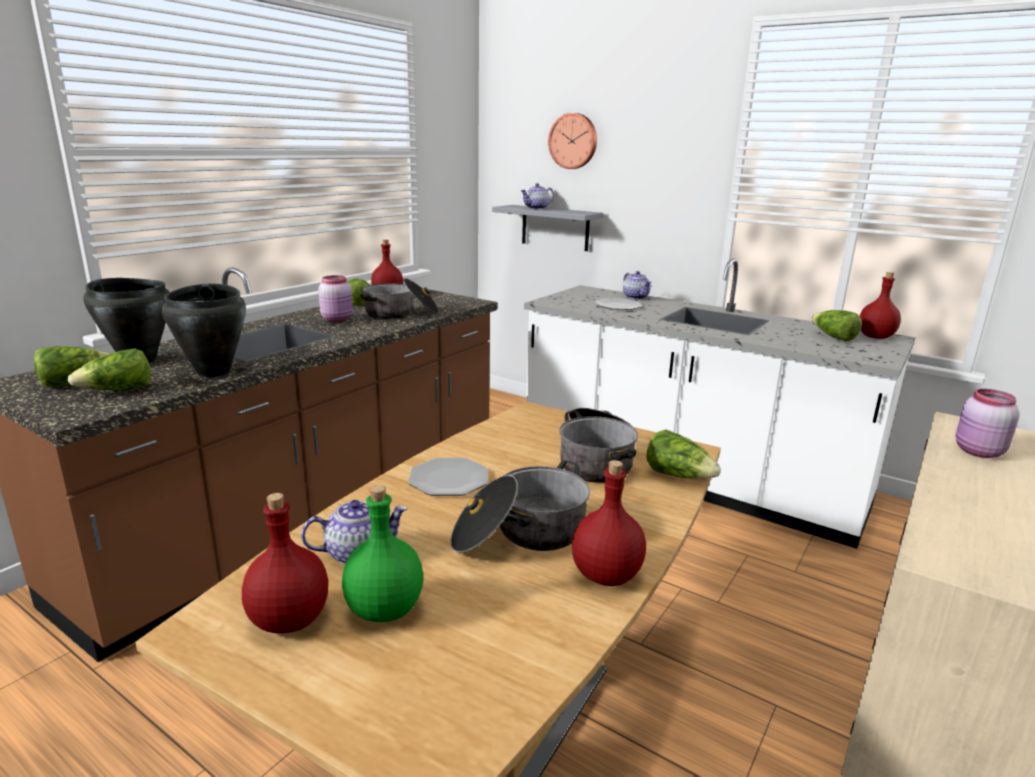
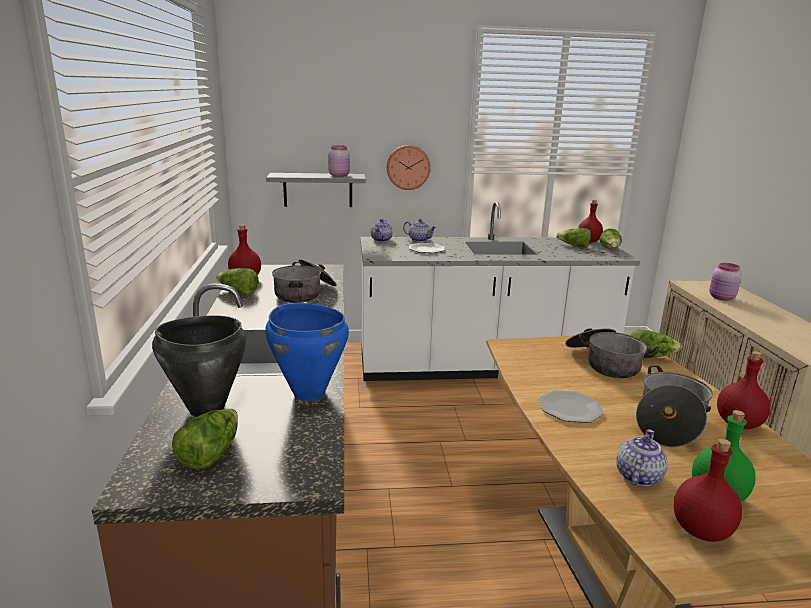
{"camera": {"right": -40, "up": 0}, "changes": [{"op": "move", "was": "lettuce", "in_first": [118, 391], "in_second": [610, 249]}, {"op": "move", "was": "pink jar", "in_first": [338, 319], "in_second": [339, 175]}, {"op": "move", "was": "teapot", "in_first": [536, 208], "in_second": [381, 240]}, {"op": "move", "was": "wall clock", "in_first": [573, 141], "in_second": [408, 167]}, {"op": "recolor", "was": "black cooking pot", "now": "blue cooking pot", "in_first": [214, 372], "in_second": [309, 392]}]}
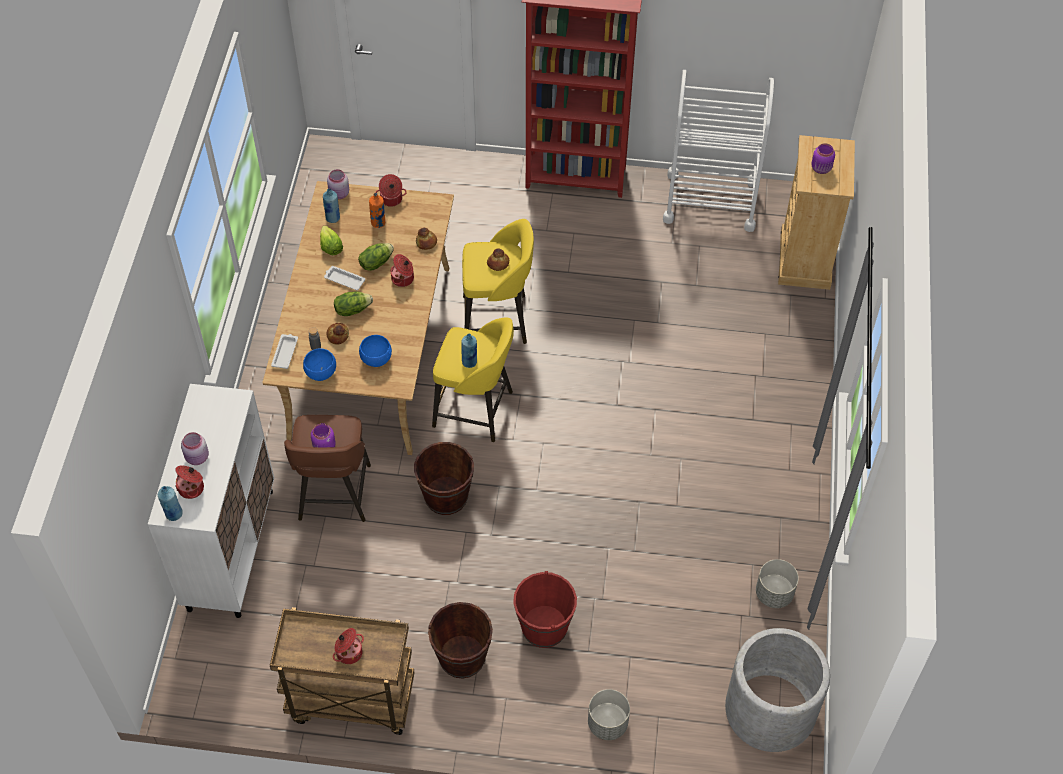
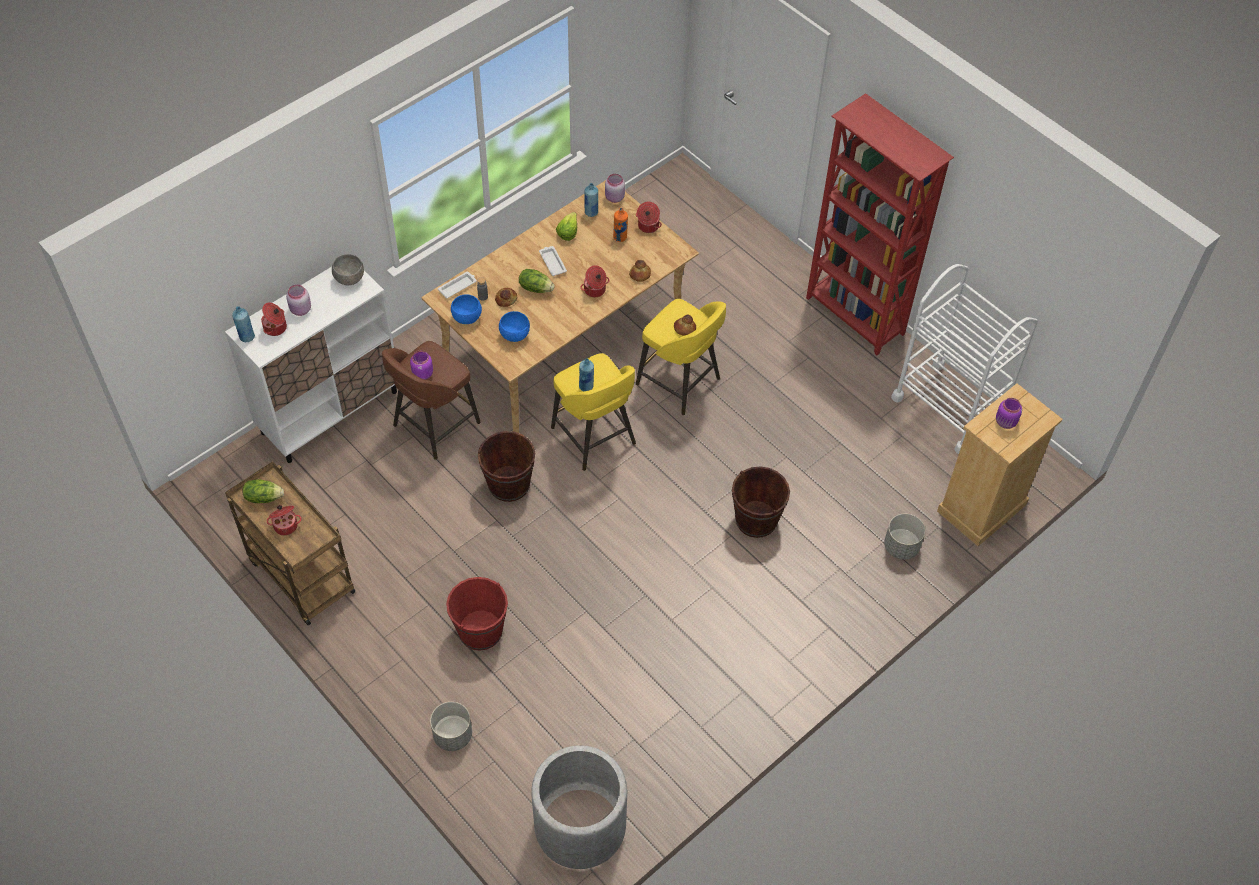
{"camera": {"right": 40, "up": 0}, "changes": [{"op": "insert", "now": "grey bowl", "in_second": [349, 279]}, {"op": "move", "was": "lettuce", "in_first": [376, 262], "in_second": [263, 497]}, {"op": "move", "was": "brown bucket", "in_first": [462, 657], "in_second": [756, 520]}, {"op": "move", "was": "grey planter", "in_first": [774, 594], "in_second": [901, 547]}]}
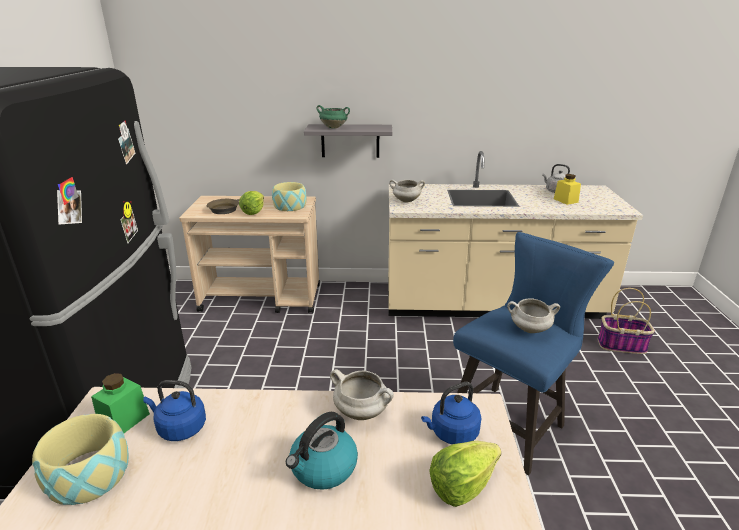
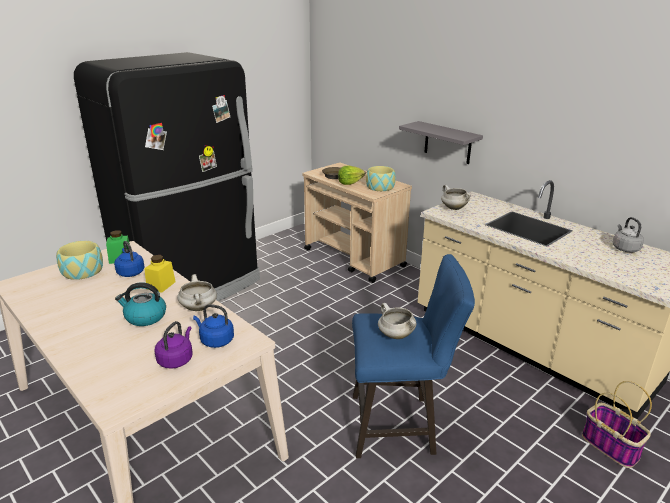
{"camera": {"right": 45, "up": 0}, "changes": [{"op": "delete", "was": "green cooking pot", "in_first": [334, 127]}, {"op": "move", "was": "yellow jar", "in_first": [565, 200], "in_second": [161, 285]}, {"op": "replace", "was": "lettuce", "now": "purple kettle", "in_first": [462, 485], "in_second": [176, 359]}]}
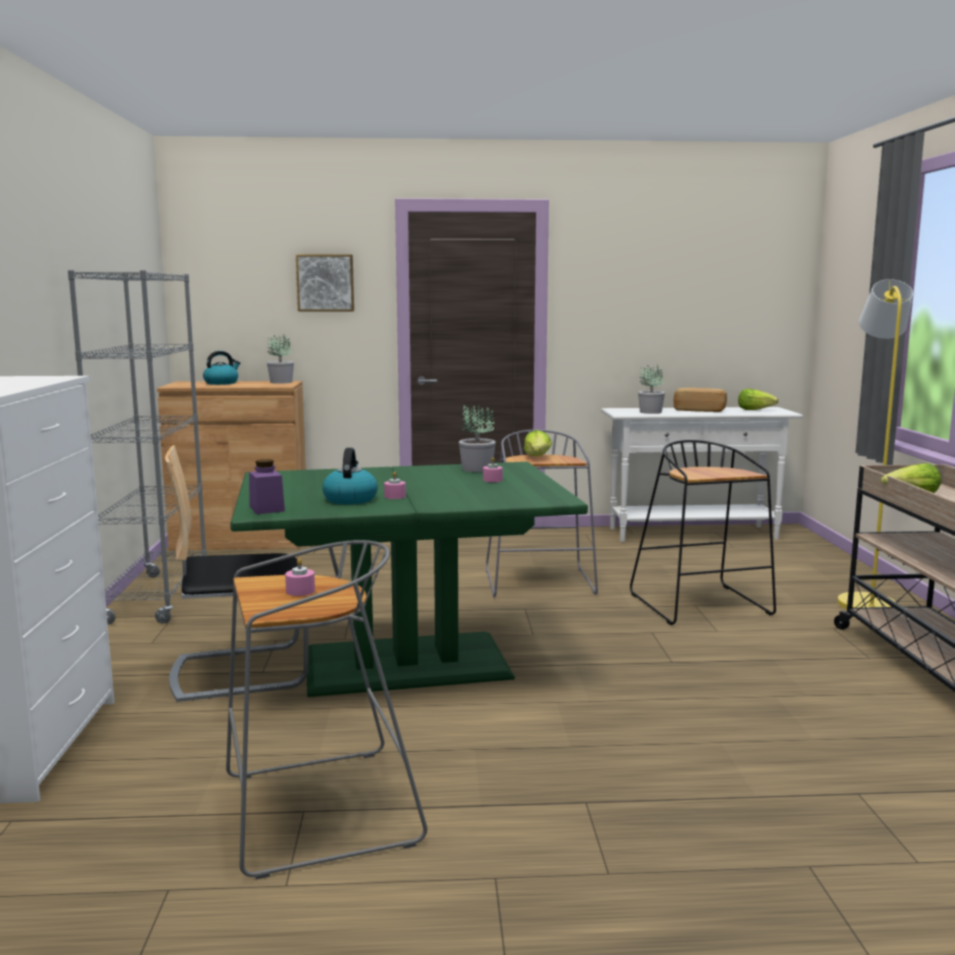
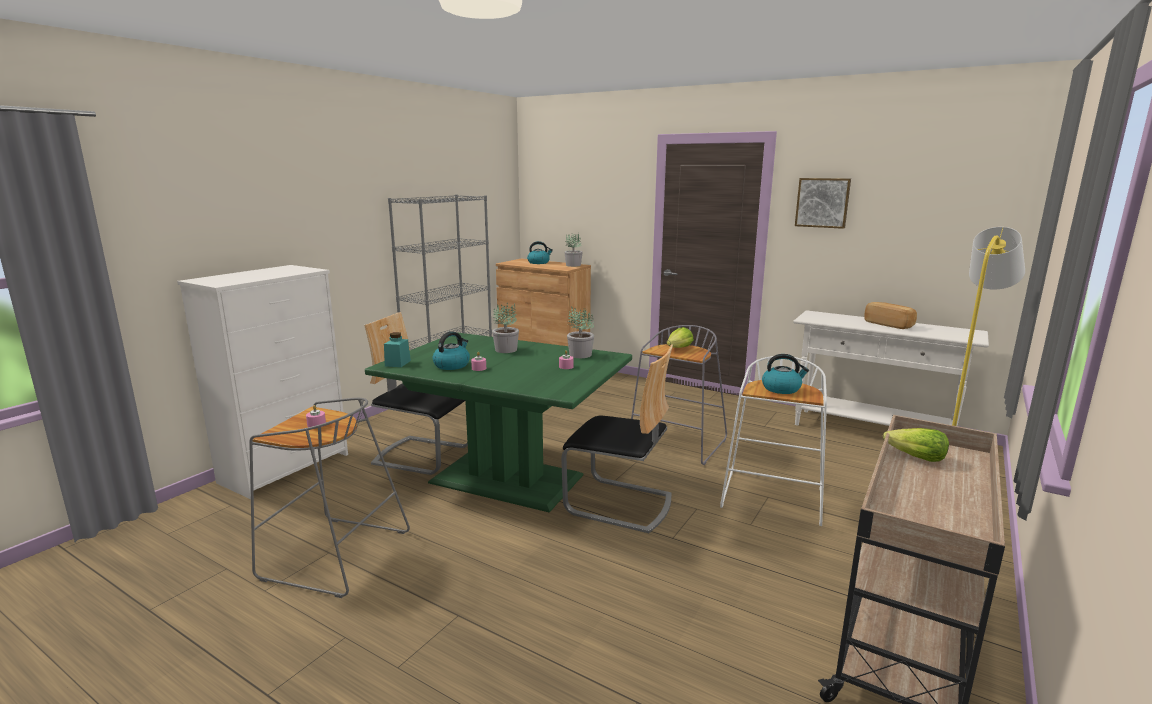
{"camera": {"right": 35, "up": 5}, "changes": [{"op": "delete", "was": "lettuce", "in_first": [755, 410]}, {"op": "insert", "now": "chair", "in_second": [619, 504]}, {"op": "insert", "now": "kettle", "in_second": [782, 389]}, {"op": "move", "was": "picture", "in_first": [325, 283], "in_second": [822, 202]}, {"op": "move", "was": "potted plant", "in_first": [650, 412], "in_second": [506, 350]}, {"op": "recolor", "was": "purple jar", "now": "turquoise jar", "in_first": [267, 509], "in_second": [397, 363]}, {"op": "recolor", "was": "black stool", "now": "white stool", "in_first": [702, 605], "in_second": [773, 499]}]}
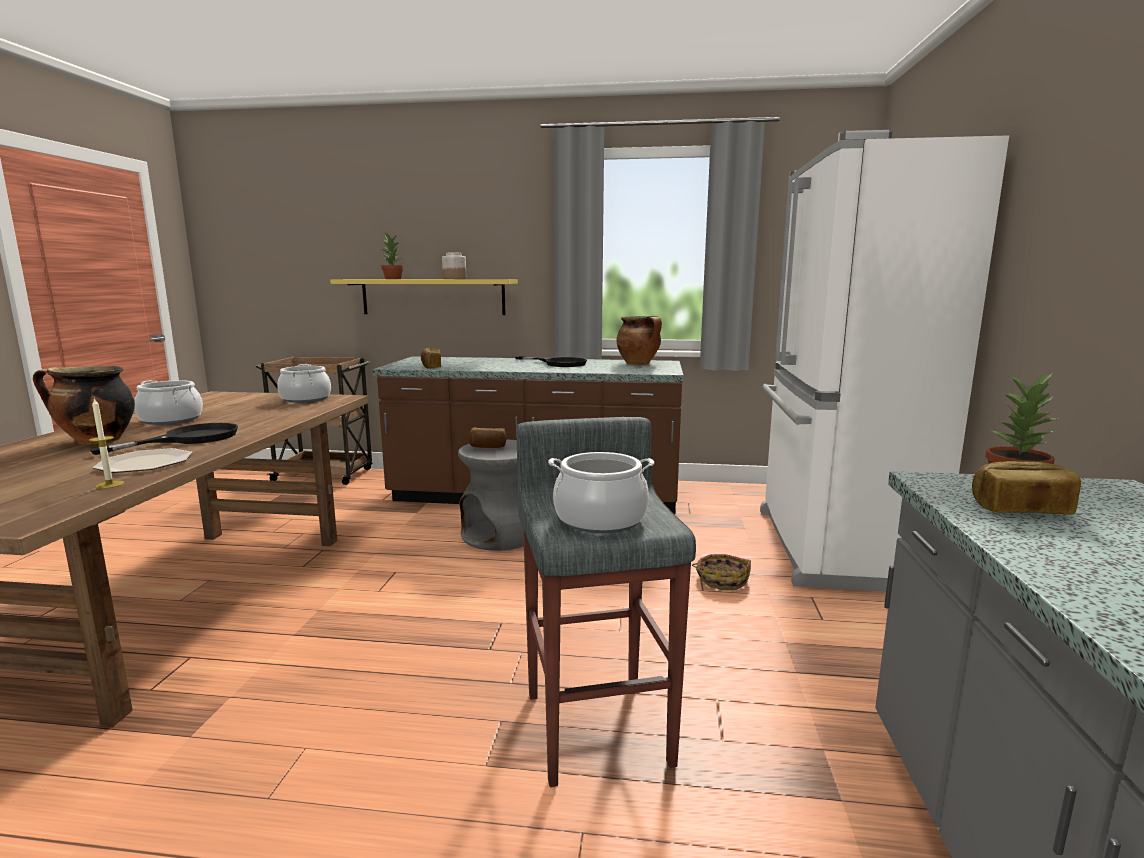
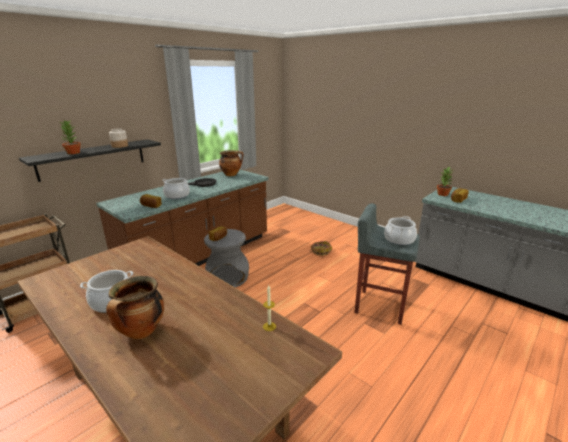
{"camera": {"right": -55, "up": 10}, "changes": [{"op": "delete", "was": "black frying pan", "in_first": [189, 439]}, {"op": "delete", "was": "plate", "in_first": [146, 463]}, {"op": "delete", "was": "white fridge", "in_first": [832, 548]}, {"op": "move", "was": "cooking pot", "in_first": [305, 399], "in_second": [177, 196]}, {"op": "recolor", "was": "yellow shelf", "now": "black shelf", "in_first": [433, 297], "in_second": [93, 159]}]}
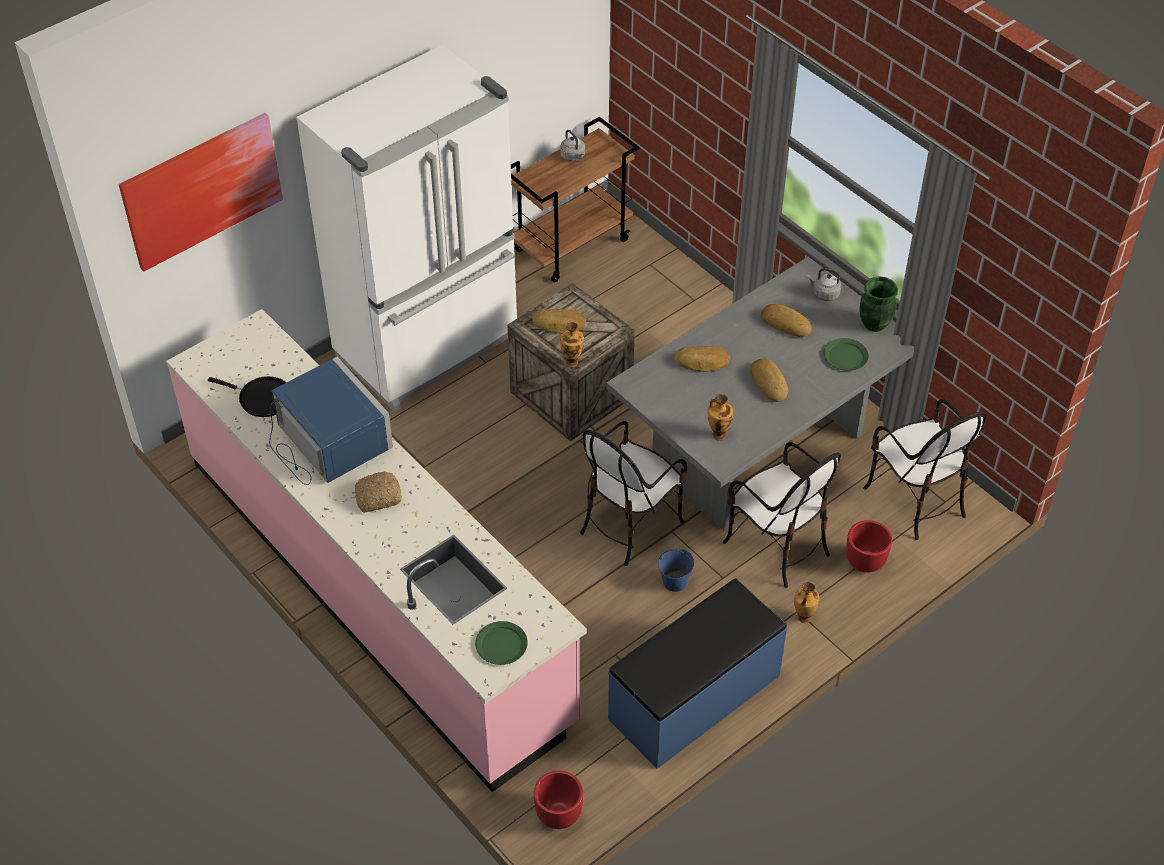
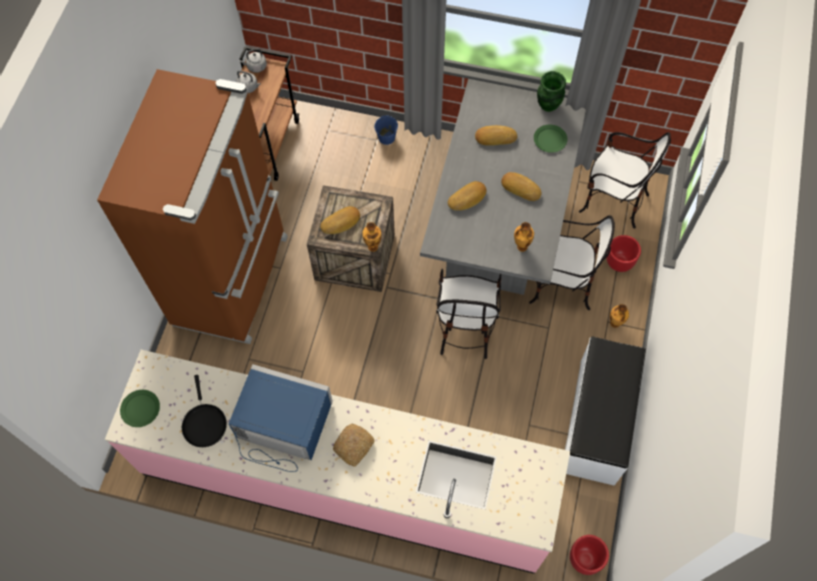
{"camera": {"right": -35, "up": 15}, "changes": [{"op": "delete", "was": "picture", "in_first": [202, 190]}, {"op": "move", "was": "green plate", "in_first": [501, 645], "in_second": [140, 409]}, {"op": "move", "was": "blue bucket", "in_first": [675, 581], "in_second": [386, 137]}, {"op": "move", "was": "grey kettle", "in_first": [824, 294], "in_second": [255, 67]}, {"op": "recolor", "was": "white fridge", "now": "brown fridge", "in_first": [430, 348], "in_second": [234, 280]}, {"op": "recolor", "was": "blue bench", "now": "white bench", "in_first": [695, 698], "in_second": [598, 421]}, {"op": "rotate", "was": "black frying pan", "in_first": [261, 398], "in_second": [204, 423], "clockwise": 90}]}
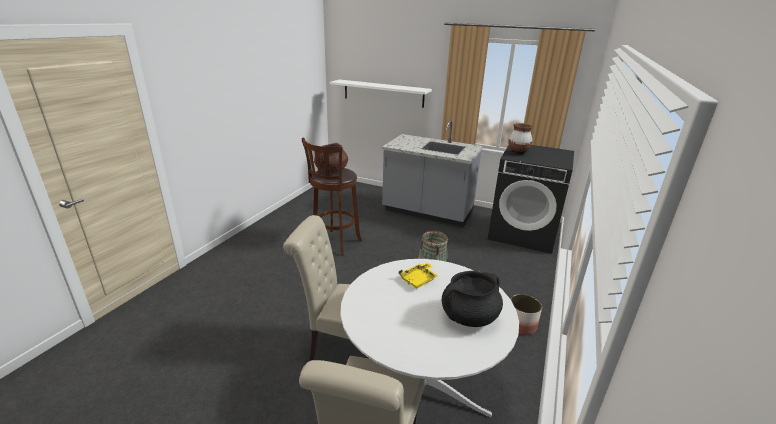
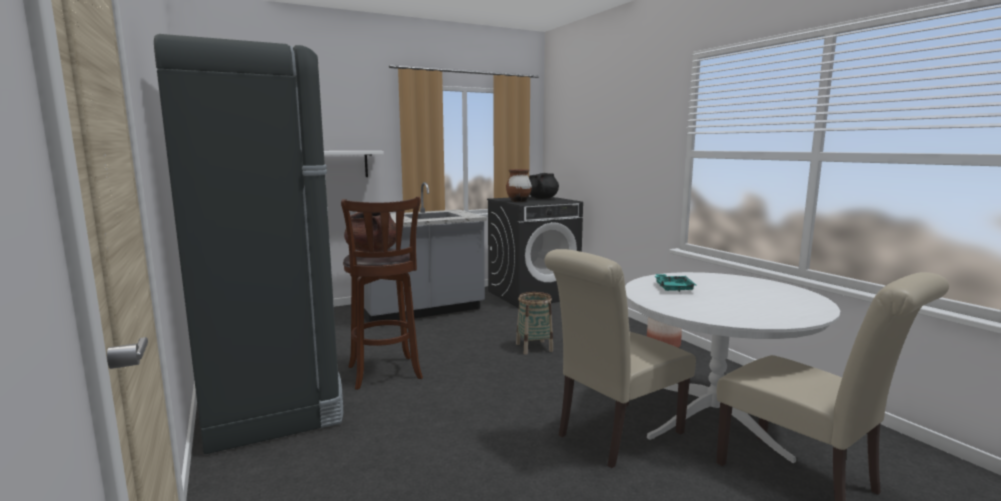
{"camera": {"right": -50, "up": -15}, "changes": [{"op": "insert", "now": "black fridge", "in_second": [273, 402]}, {"op": "move", "was": "black cooking pot", "in_first": [469, 317], "in_second": [542, 198]}, {"op": "recolor", "was": "yellow tray", "now": "turquoise tray", "in_first": [419, 280], "in_second": [673, 288]}]}
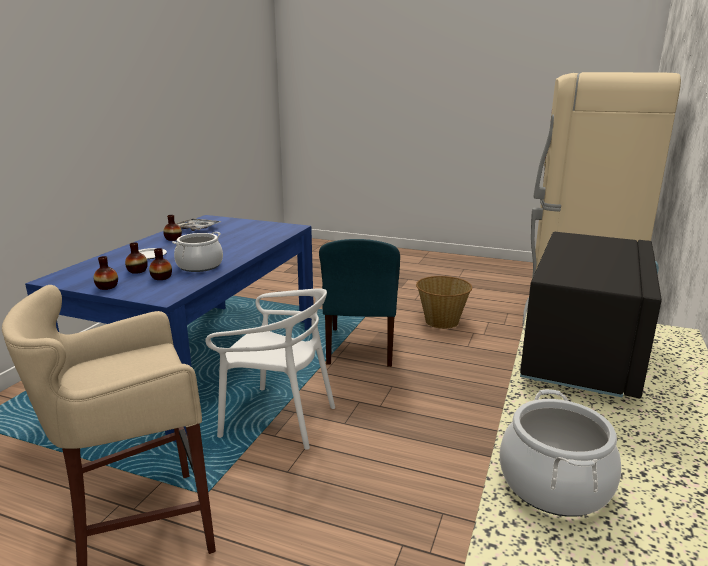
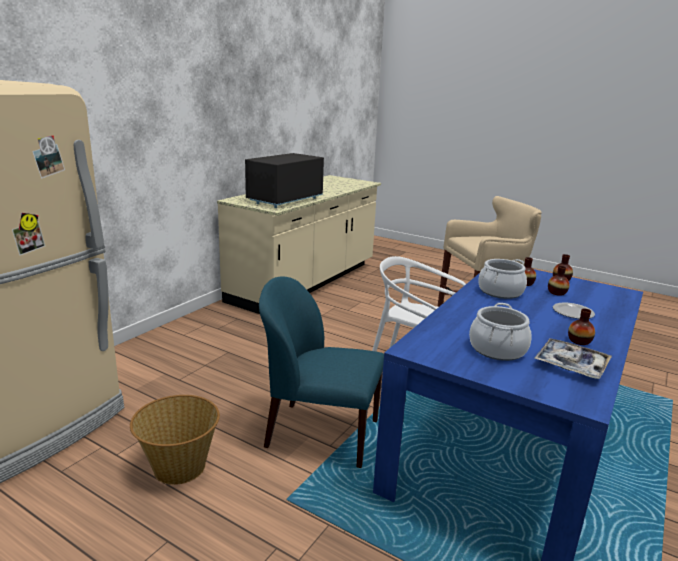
{"camera": {"right": -170, "up": 0}, "changes": [{"op": "move", "was": "cooking pot", "in_first": [555, 484], "in_second": [497, 349]}, {"op": "rotate", "was": "blue chair", "in_first": [360, 348], "in_second": [320, 433], "clockwise": -90}]}
